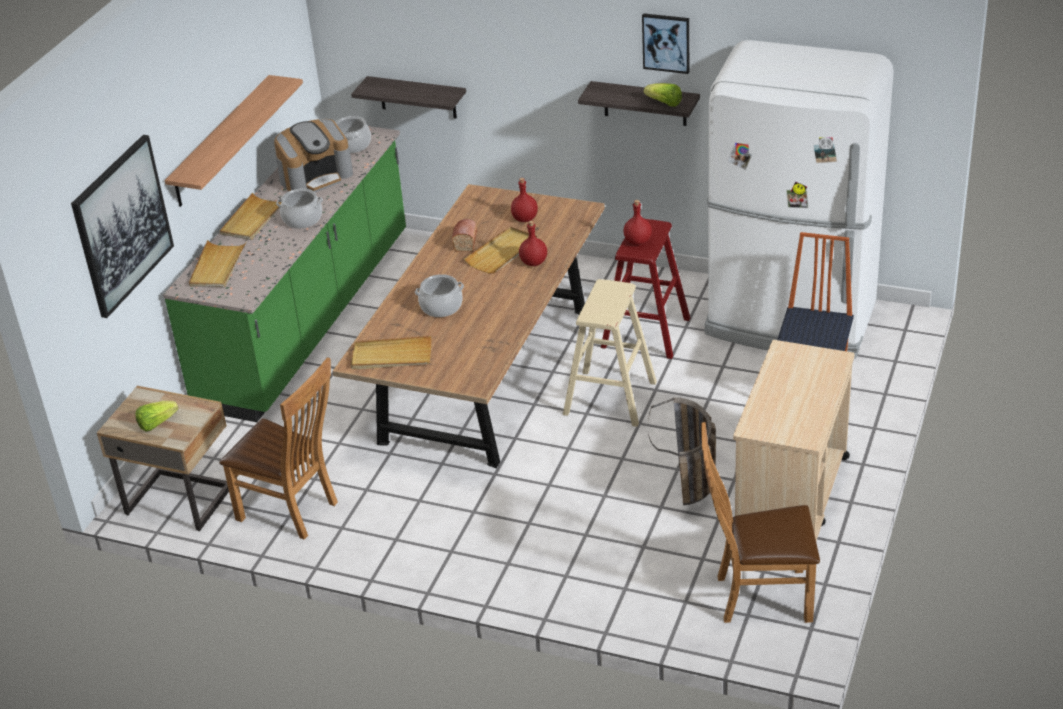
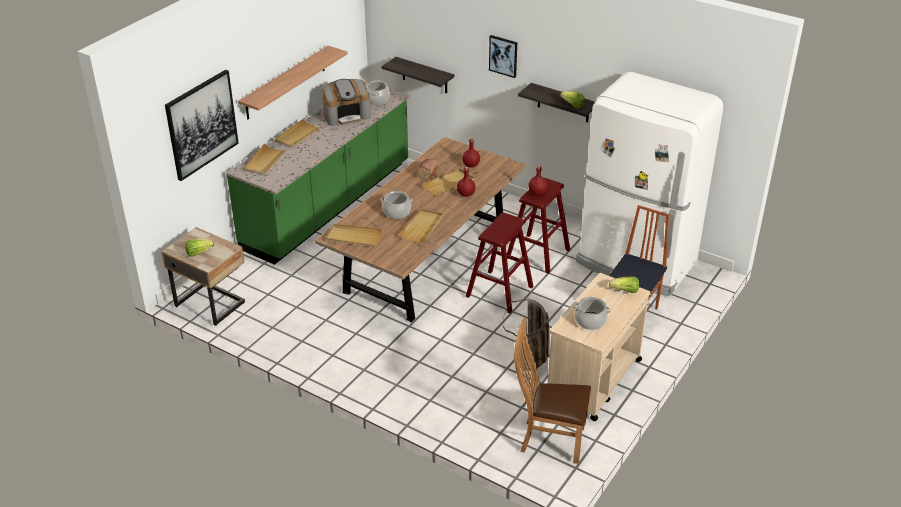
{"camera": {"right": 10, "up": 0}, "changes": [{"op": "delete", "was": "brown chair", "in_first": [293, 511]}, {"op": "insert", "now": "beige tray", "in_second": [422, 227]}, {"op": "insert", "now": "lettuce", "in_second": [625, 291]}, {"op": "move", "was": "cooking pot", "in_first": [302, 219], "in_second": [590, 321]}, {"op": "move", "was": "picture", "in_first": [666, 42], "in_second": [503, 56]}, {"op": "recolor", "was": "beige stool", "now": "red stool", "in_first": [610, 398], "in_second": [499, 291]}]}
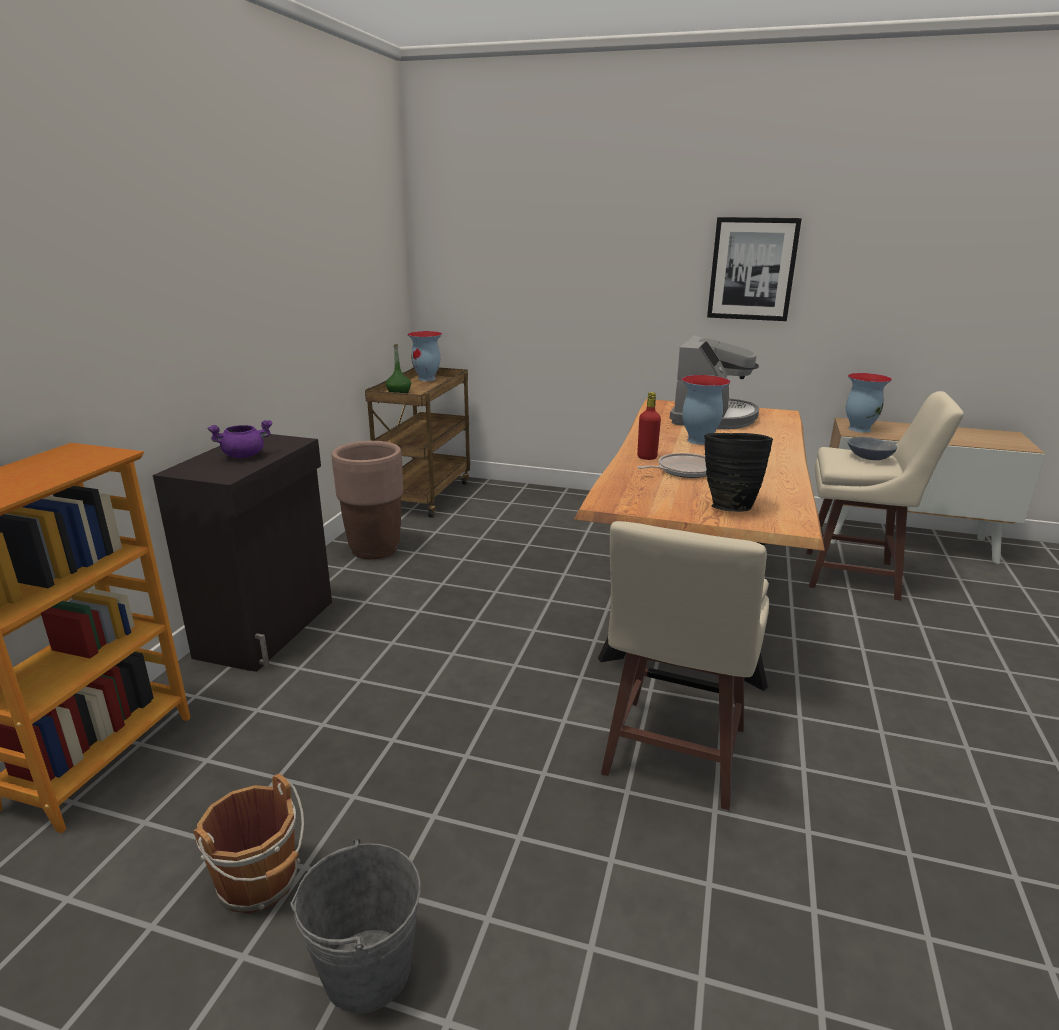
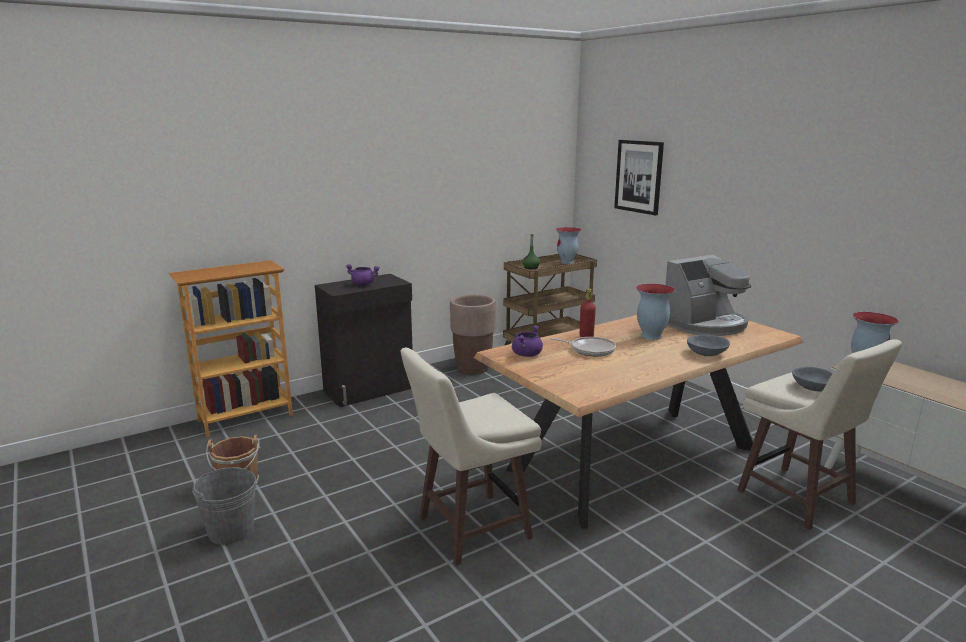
{"camera": {"right": 40, "up": -5}, "changes": [{"op": "delete", "was": "black vase", "in_first": [728, 506]}, {"op": "insert", "now": "purple cooking pot", "in_second": [526, 354]}, {"op": "insert", "now": "grey bowl", "in_second": [707, 354]}, {"op": "move", "was": "picture", "in_first": [752, 269], "in_second": [639, 176]}]}
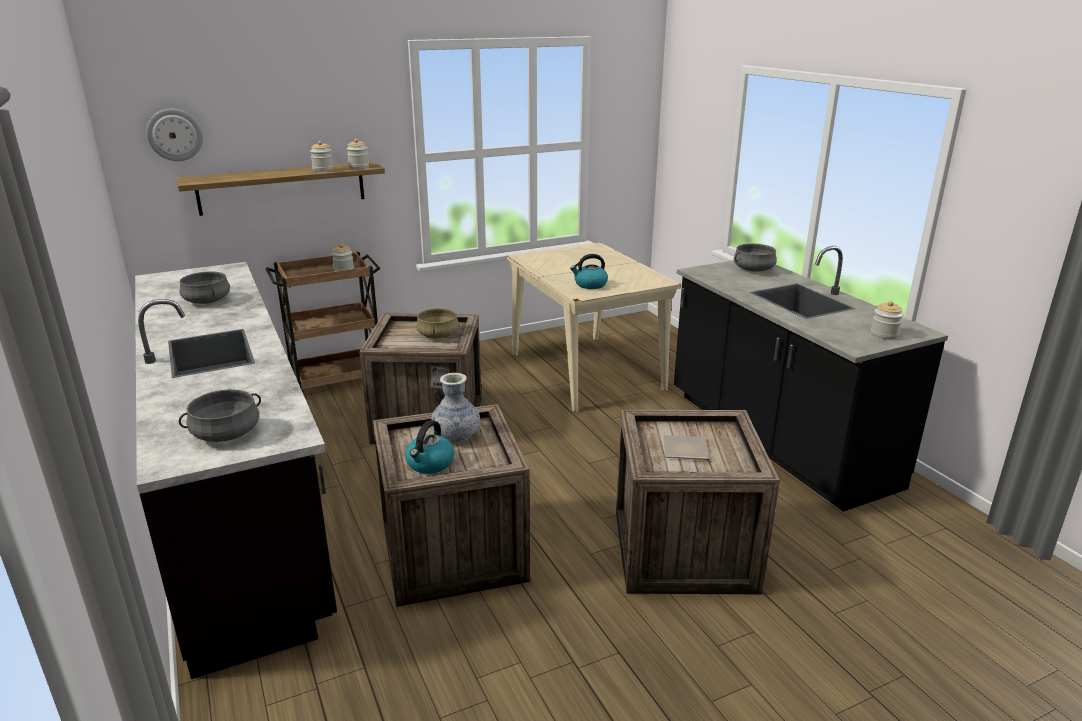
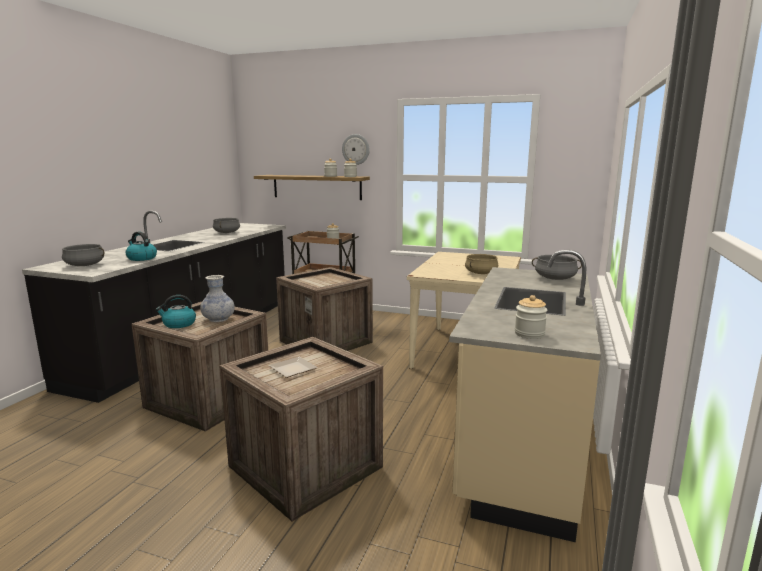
{"camera": {"right": 45, "up": -10}, "changes": [{"op": "move", "was": "wall clock", "in_first": [174, 135], "in_second": [356, 149]}, {"op": "move", "was": "beige cooking pot", "in_first": [437, 335], "in_second": [480, 273]}, {"op": "move", "was": "kettle", "in_first": [590, 285], "in_second": [141, 258]}, {"op": "recolor", "was": "black counter", "now": "beige counter", "in_first": [776, 440], "in_second": [520, 445]}]}
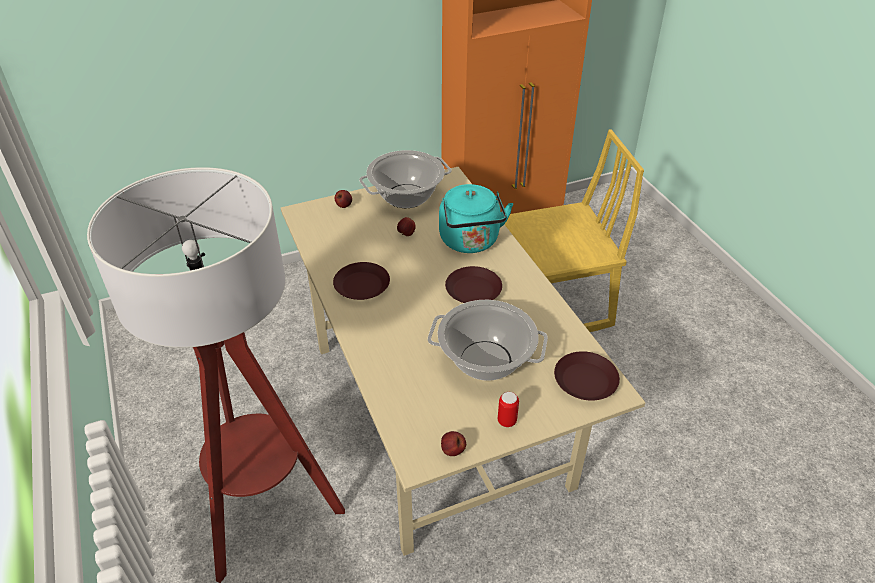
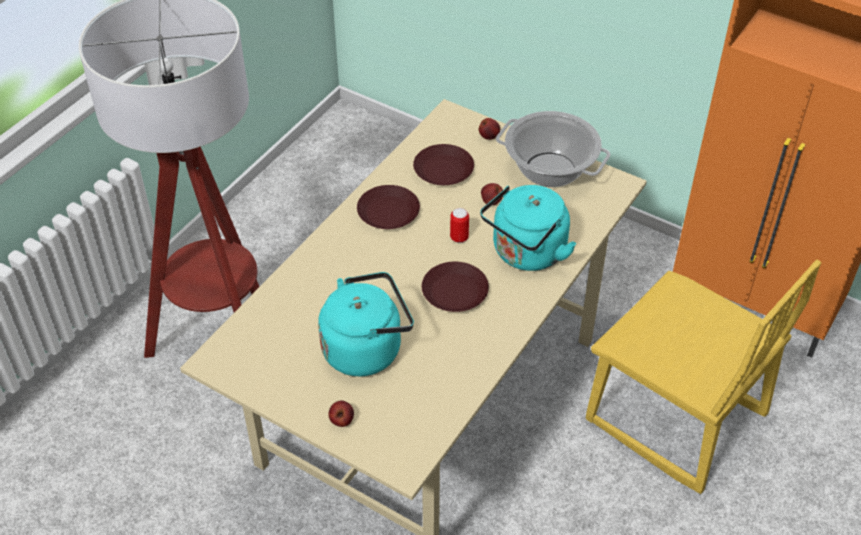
{"camera": {"right": 55, "up": 5}, "changes": [{"op": "move", "was": "apple", "in_first": [452, 451], "in_second": [341, 421]}, {"op": "move", "was": "can", "in_first": [507, 421], "in_second": [459, 238]}, {"op": "move", "was": "brown plate", "in_first": [585, 381], "in_second": [443, 170]}, {"op": "replace", "was": "cooking pot", "now": "turquoise kettle", "in_first": [486, 360], "in_second": [366, 348]}]}
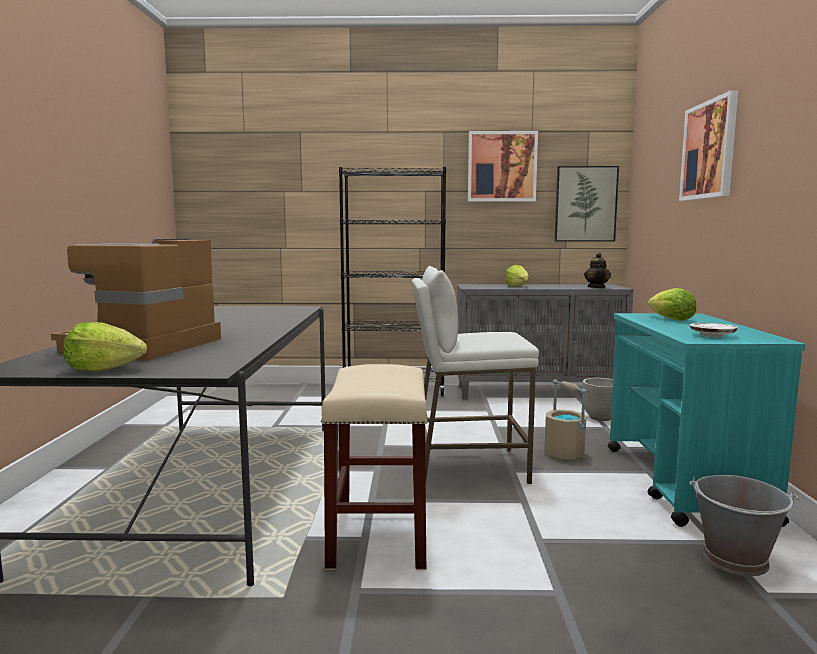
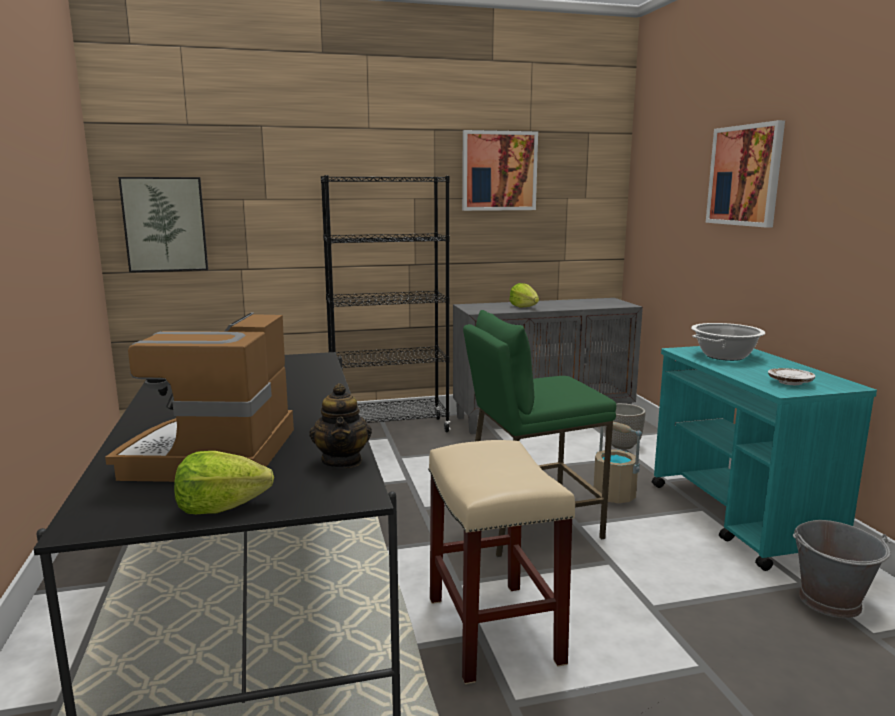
{"camera": {"right": -15, "up": 5}, "changes": [{"op": "move", "was": "picture", "in_first": [585, 204], "in_second": [165, 224]}, {"op": "move", "was": "teapot", "in_first": [597, 287], "in_second": [342, 461]}, {"op": "replace", "was": "lettuce", "now": "cooking pot", "in_first": [671, 319], "in_second": [725, 356]}, {"op": "recolor", "was": "white stool", "now": "green stool", "in_first": [468, 467], "in_second": [531, 526]}]}
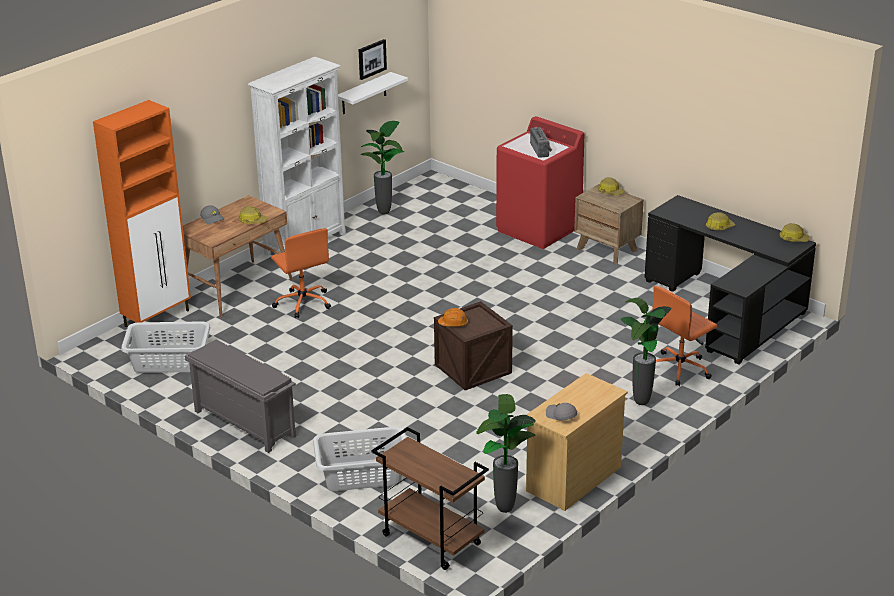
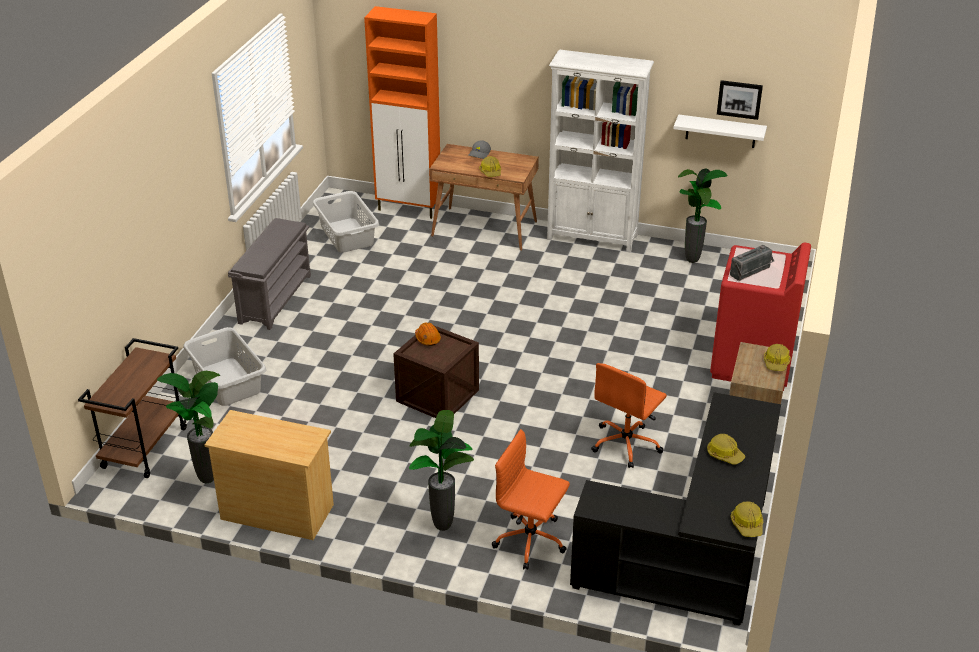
{"camera": {"right": 65, "up": 5}, "changes": [{"op": "delete", "was": "grey cap", "in_first": [560, 415]}, {"op": "move", "was": "orange office chair", "in_first": [303, 302], "in_second": [626, 444]}]}
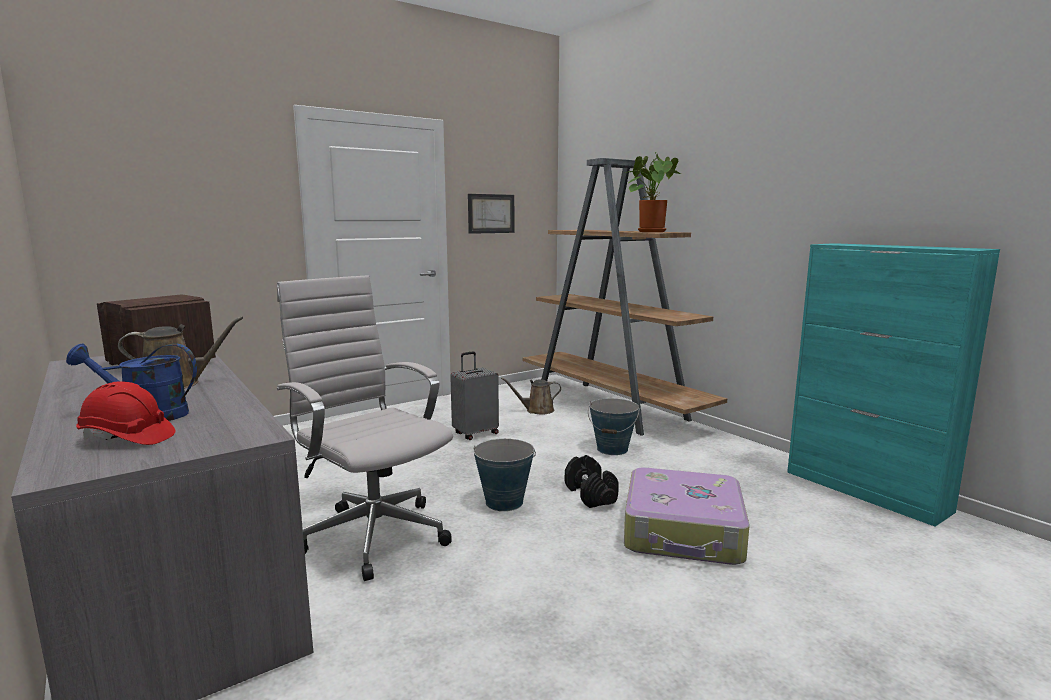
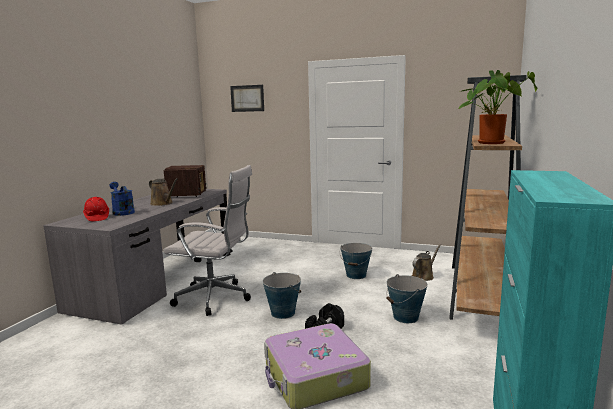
{"camera": {"right": 55, "up": 0}, "changes": [{"op": "move", "was": "picture", "in_first": [491, 213], "in_second": [247, 98]}, {"op": "replace", "was": "grey suitcase", "now": "bucket", "in_first": [475, 433], "in_second": [356, 275]}, {"op": "rotate", "was": "white office chair", "in_first": [372, 534], "in_second": [216, 298], "clockwise": 90}, {"op": "rotate", "was": "brown watering can", "in_first": [537, 410], "in_second": [424, 276], "clockwise": 90}]}
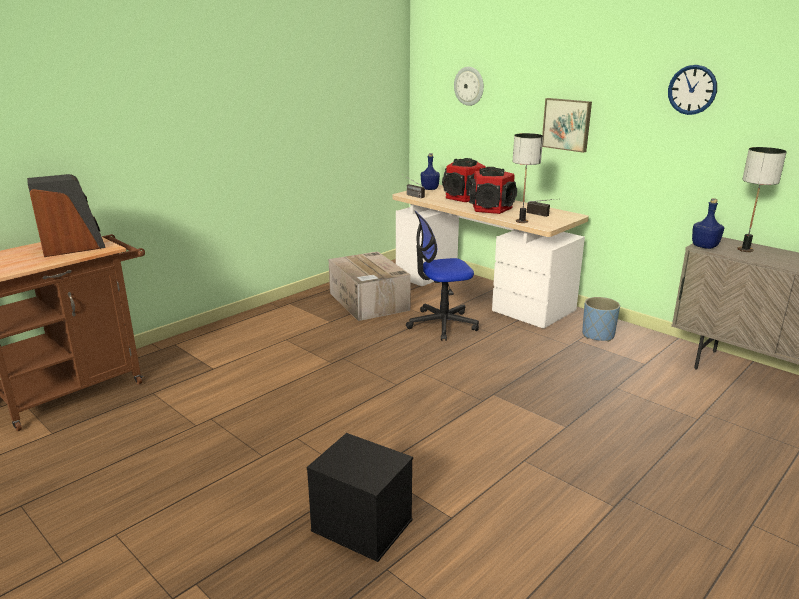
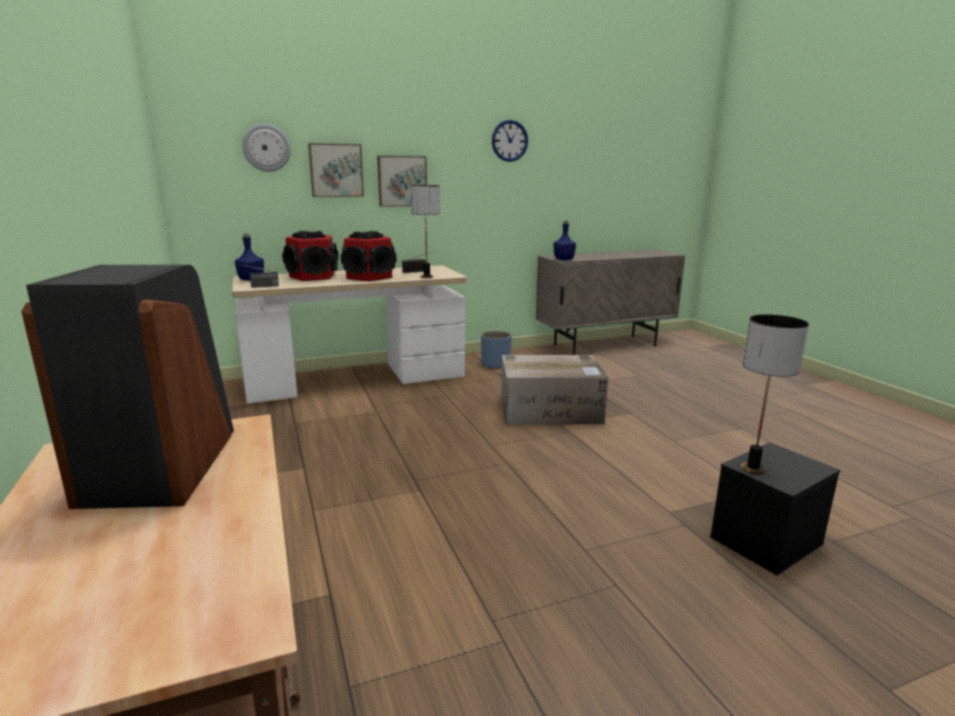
{"camera": {"right": -65, "up": -5}, "changes": [{"op": "delete", "was": "office chair", "in_first": [441, 324]}, {"op": "insert", "now": "picture", "in_second": [336, 170]}, {"op": "move", "was": "cardboard box", "in_first": [369, 302], "in_second": [551, 409]}, {"op": "move", "was": "table lamp", "in_first": [745, 250], "in_second": [753, 469]}]}
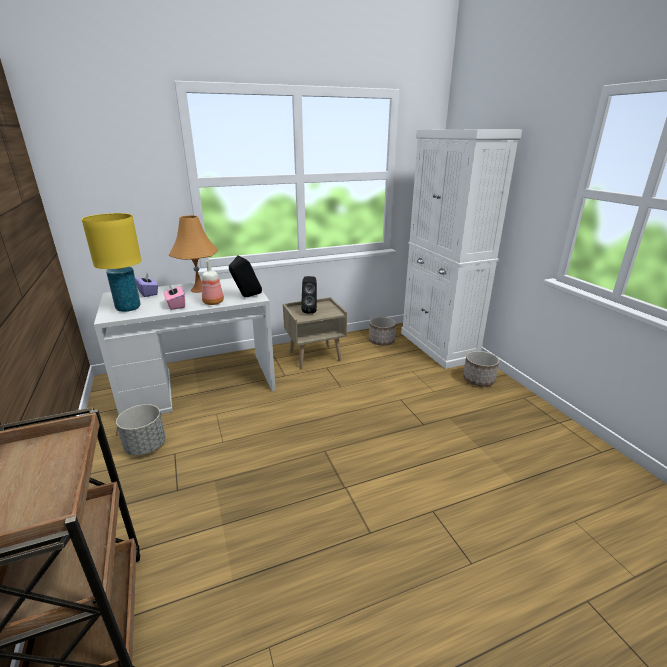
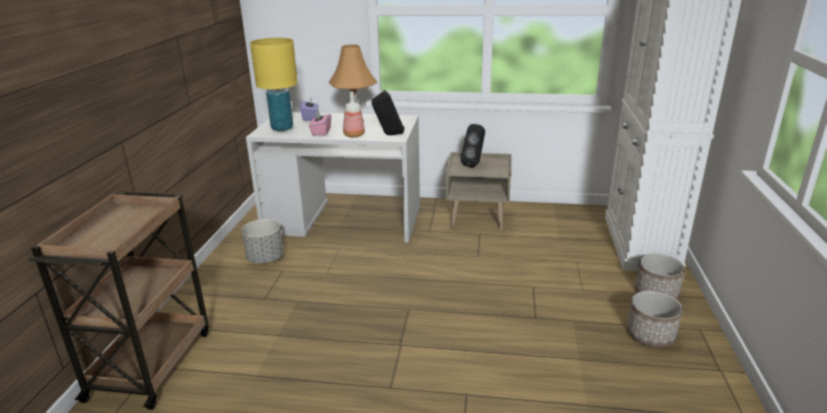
{"camera": {"right": 30, "up": 0}, "changes": [{"op": "move", "was": "planter", "in_first": [381, 341], "in_second": [650, 335]}]}
